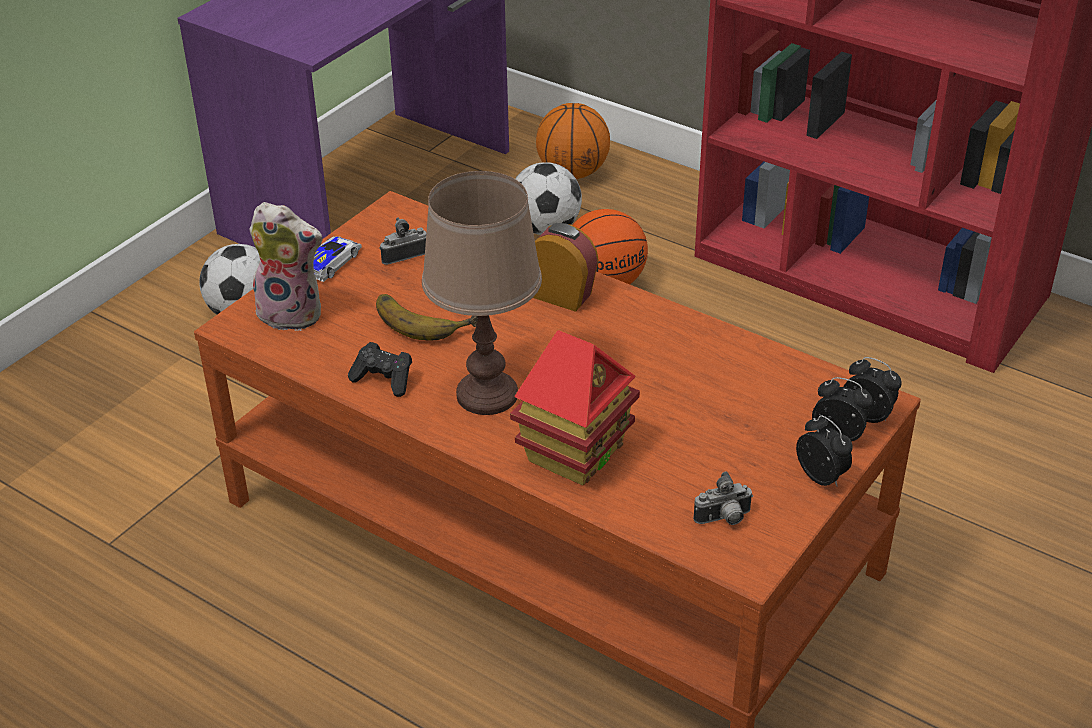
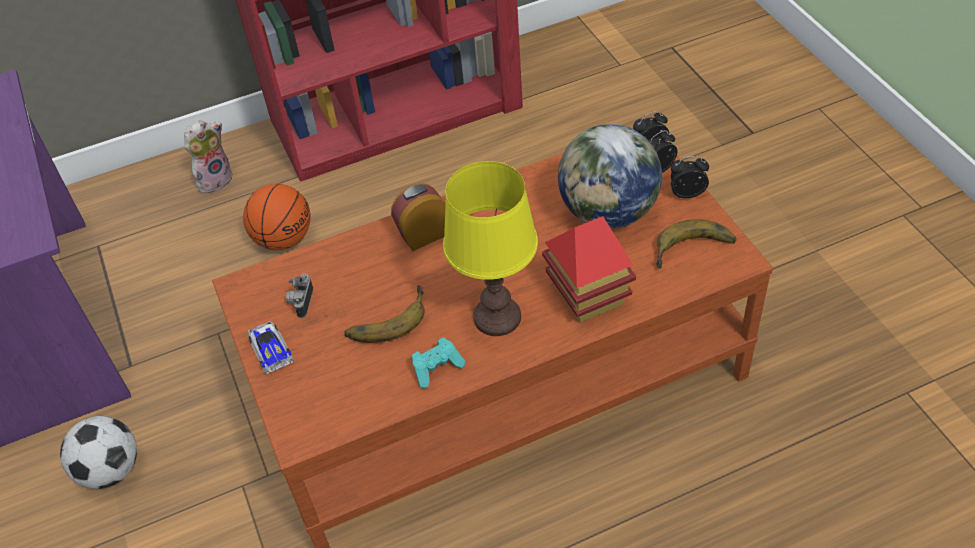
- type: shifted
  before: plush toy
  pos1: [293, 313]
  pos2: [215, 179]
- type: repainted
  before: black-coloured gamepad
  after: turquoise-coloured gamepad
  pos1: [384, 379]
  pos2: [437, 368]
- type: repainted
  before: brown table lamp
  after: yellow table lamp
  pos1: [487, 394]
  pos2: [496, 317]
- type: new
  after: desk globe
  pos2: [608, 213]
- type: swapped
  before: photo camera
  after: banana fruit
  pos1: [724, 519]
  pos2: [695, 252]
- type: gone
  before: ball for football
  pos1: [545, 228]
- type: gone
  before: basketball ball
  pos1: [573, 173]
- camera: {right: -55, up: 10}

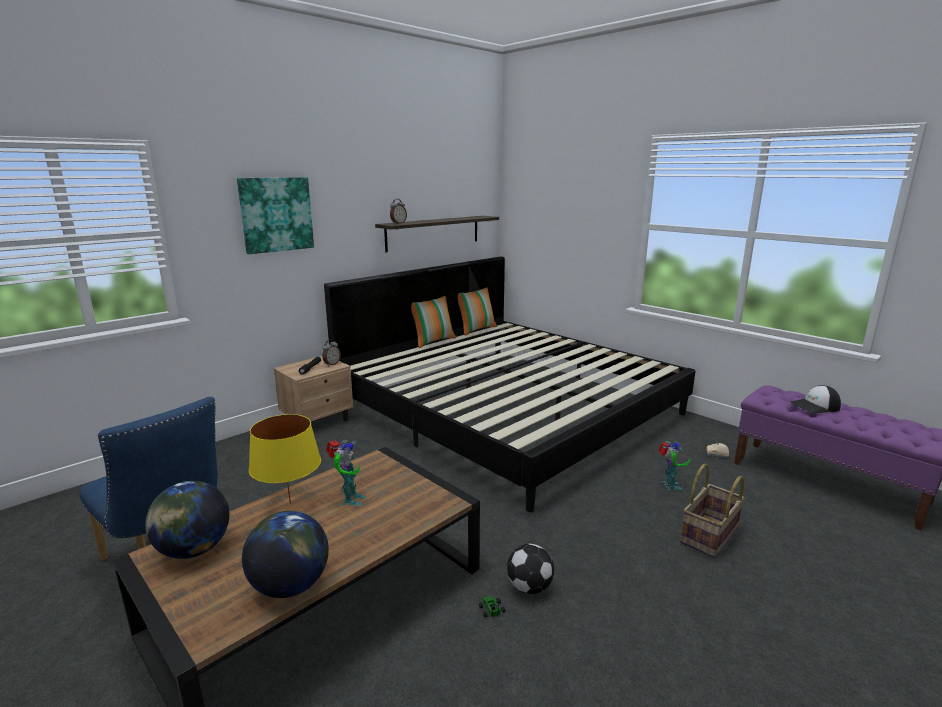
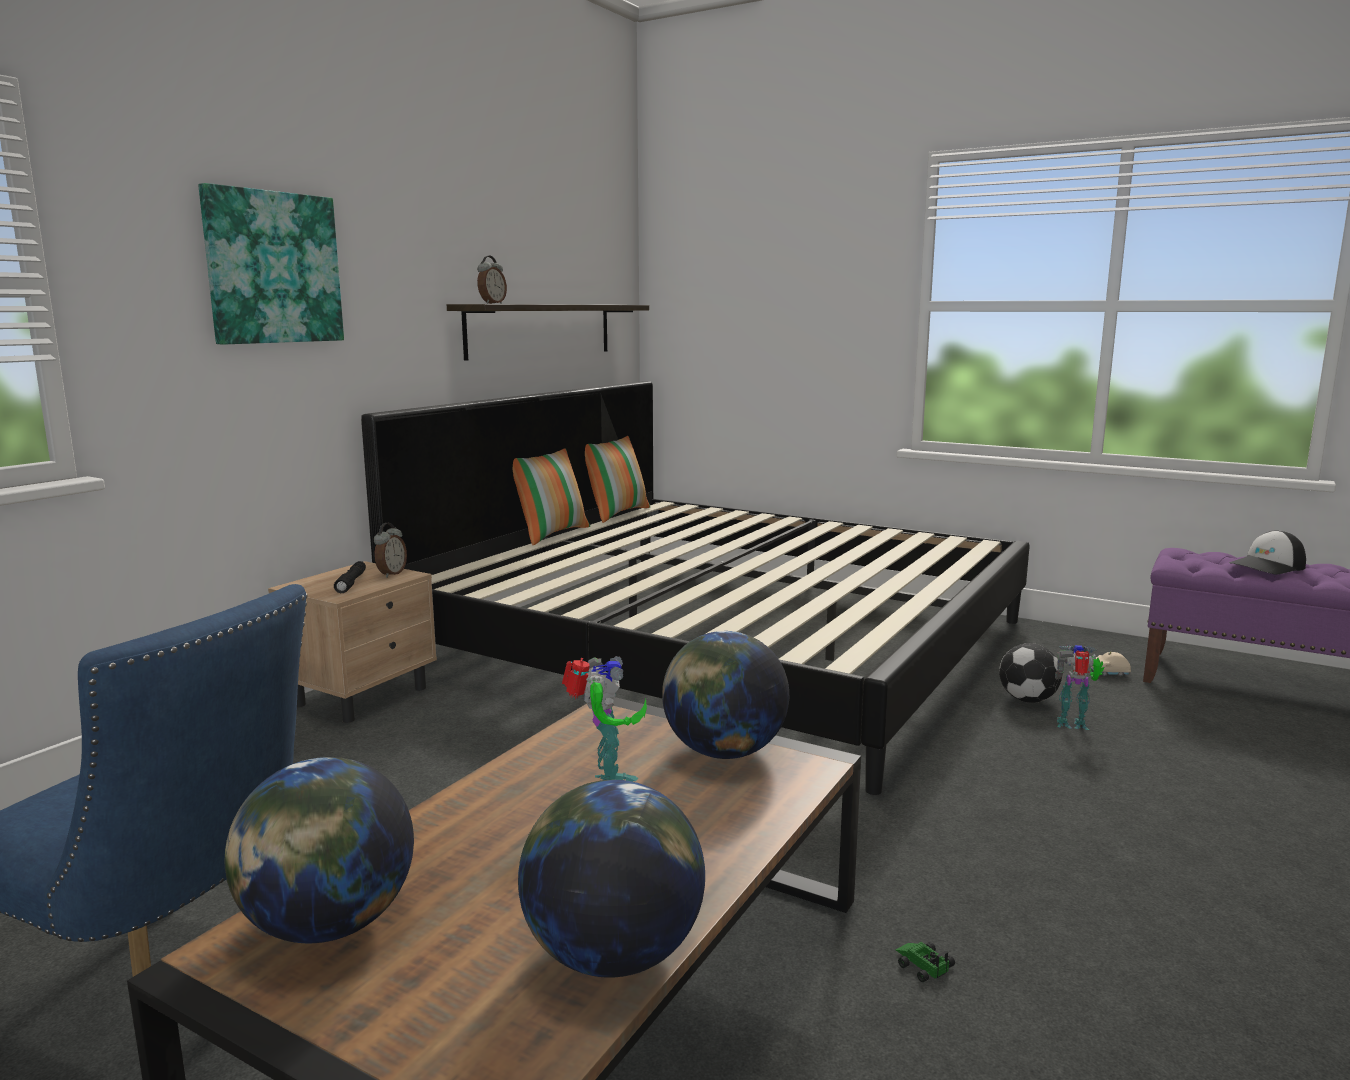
- type: new
  after: desk globe
  pos2: [723, 752]
- type: shifted
  before: ball for football
  pos1: [530, 587]
  pos2: [1028, 699]
- type: rotated
  before: model robot
  pos1: [669, 486]
  pos2: [1073, 725]
  turn: -60
- type: gone
  before: yellow table lamp
  pos1: [290, 503]
- type: gone
  before: storage basket
  pos1: [710, 536]
- camera: {right: -15, up: -5}

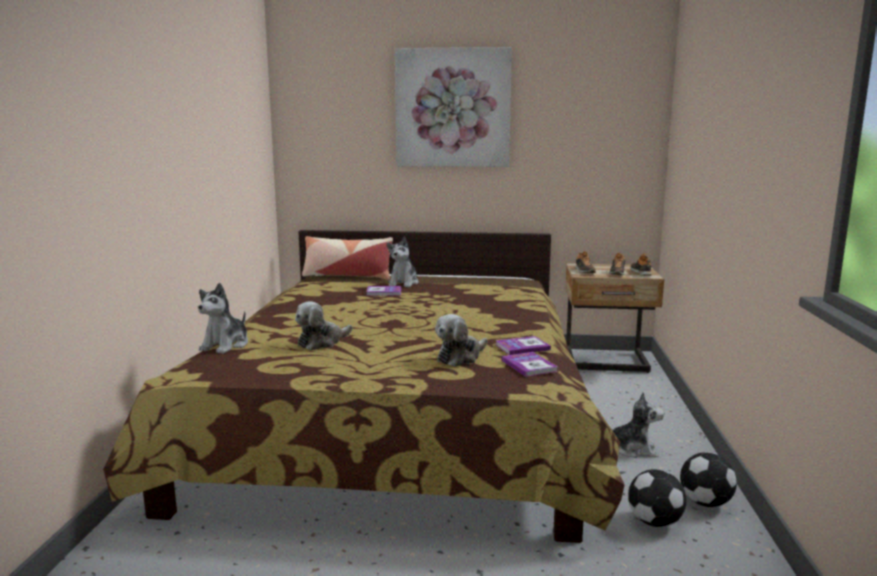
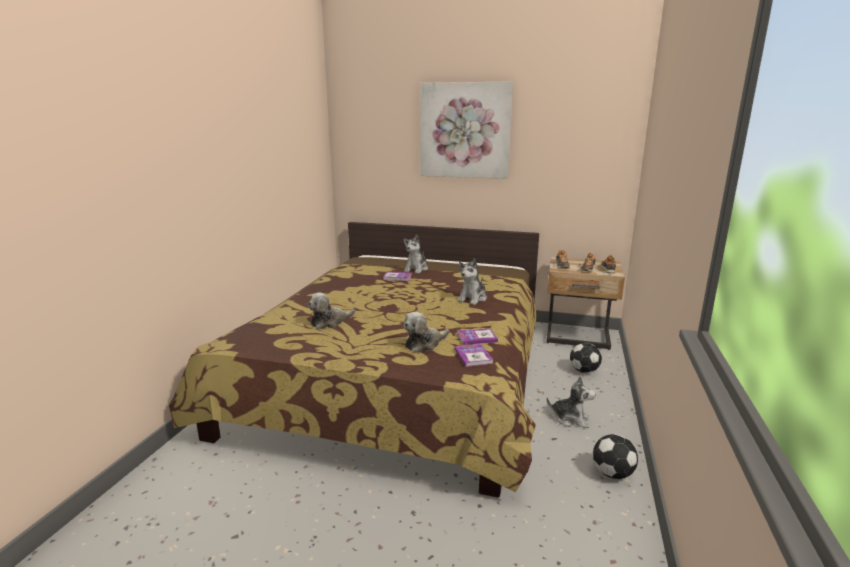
- type: shifted
  before: plush toy
  pos1: [226, 345]
  pos2: [472, 299]
- type: shifted
  before: ball for football
  pos1: [655, 522]
  pos2: [584, 371]
- type: gone
  before: cushion
  pos1: [347, 276]
- camera: {right: 10, up: 5}

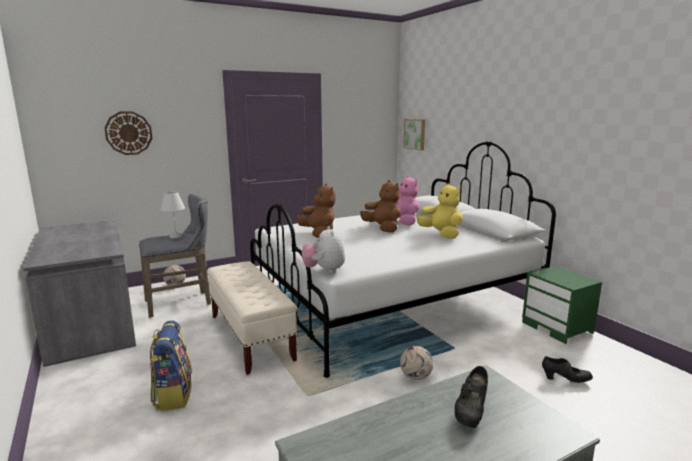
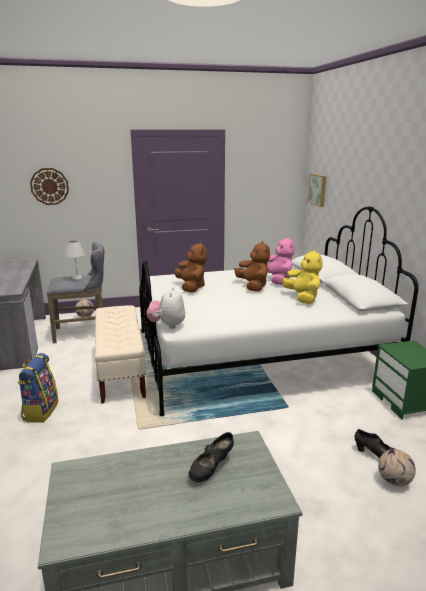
- type: shifted
  before: ball for football
  pos1: [416, 377]
  pos2: [394, 481]
- camera: {right: 15, up: 5}

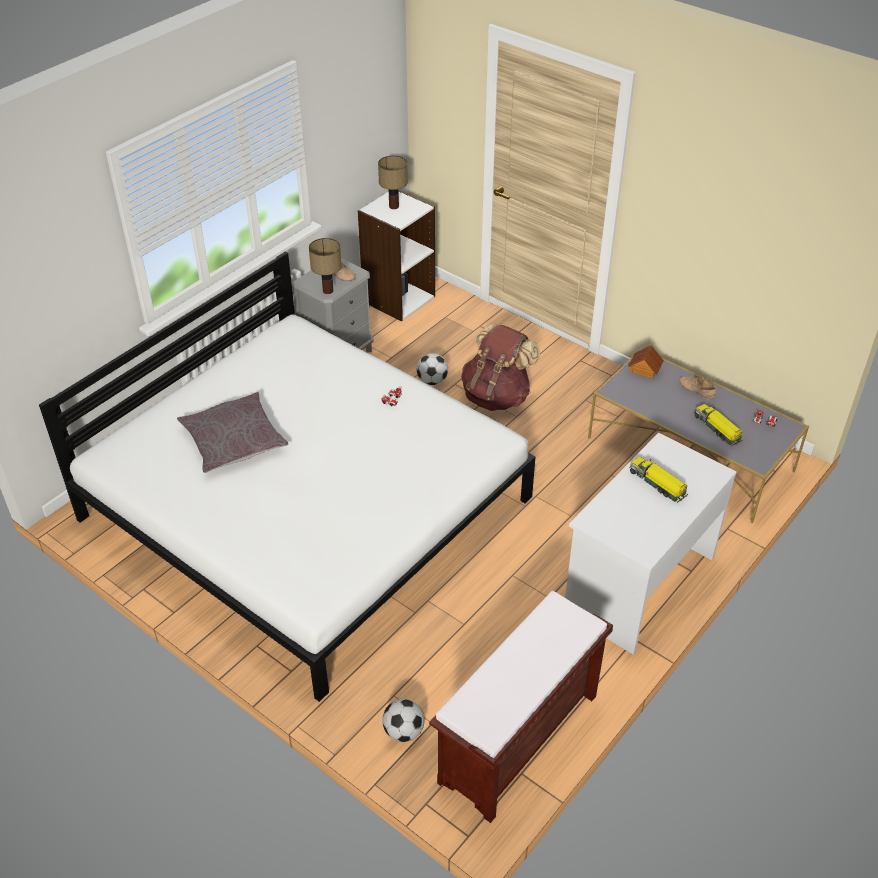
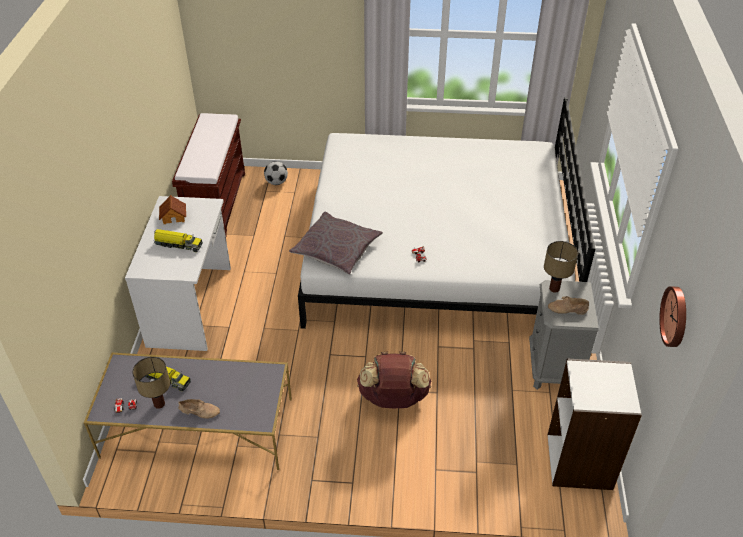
- type: shifted
  before: table lamp
  pos1: [394, 206]
  pos2: [159, 404]
- type: shifted
  before: toy house
  pos1: [644, 369]
  pos2: [174, 216]
- type: shifted
  before: greyish cushion
  pos1: [233, 441]
  pos2: [336, 249]
- type: new
  after: clock on the wall
  pos2: [676, 316]
- type: gone
  before: ball for football
  pos1: [432, 381]
- camera: {right: 145, up: 0}

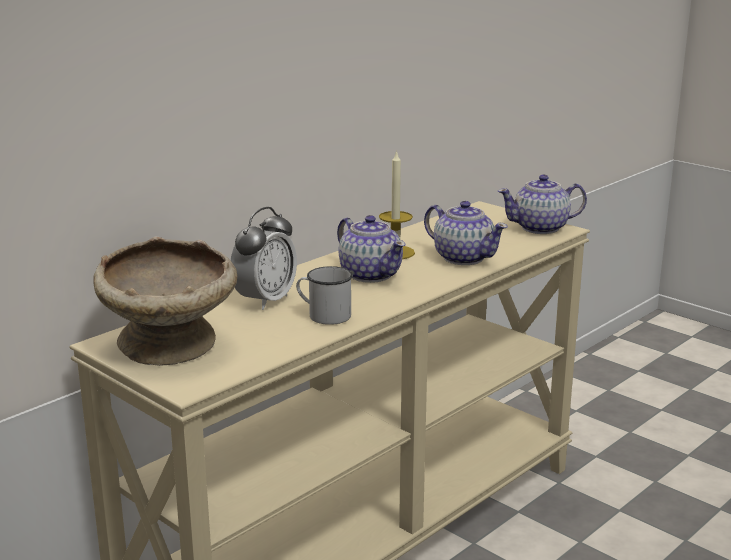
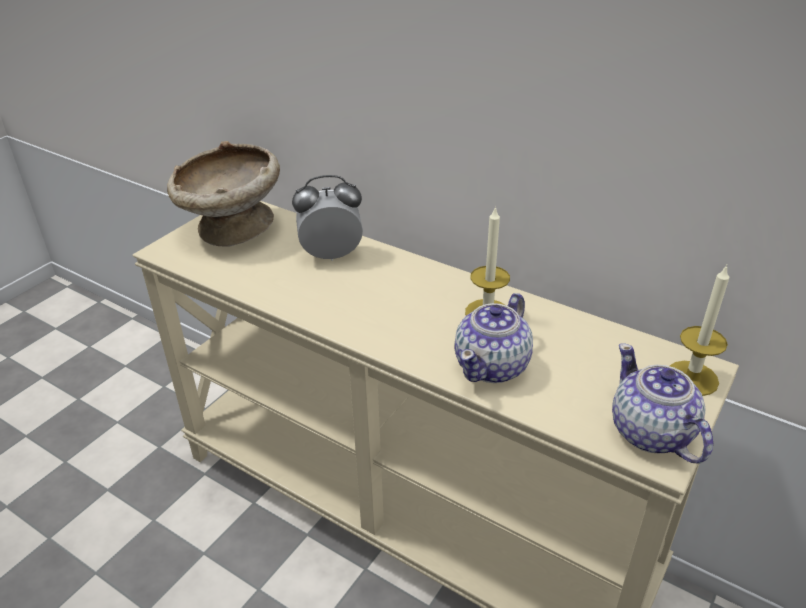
- type: rotated
  before: alarm clock
  pos1: [265, 300]
  pos2: [331, 255]
  turn: 150
- type: new
  after: wax candle
  pos2: [692, 378]
- type: gone
  before: whitish tea mug
  pos1: [323, 315]
- type: gone
  before: pot for tea
  pos1: [370, 274]
- camera: {right: 80, up: 15}

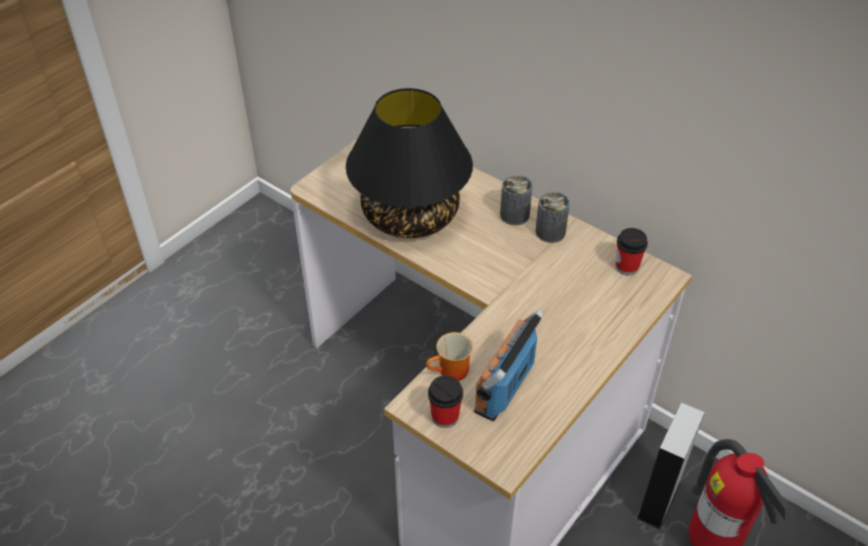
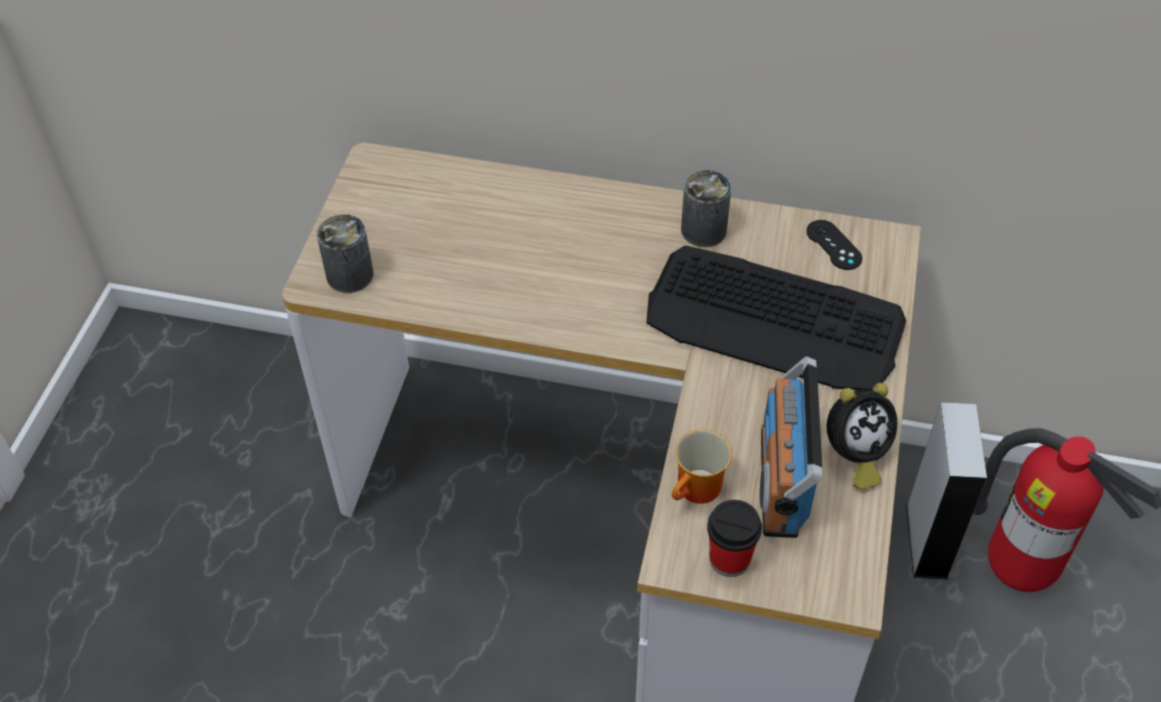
- type: shifted
  before: metal can
  pos1: [514, 215]
  pos2: [350, 275]
- type: new
  after: computer keyboard
  pos2: [774, 321]
- type: swapped
  before: cup
  after: black-coloured gamepad
  pos1: [626, 267]
  pos2: [833, 245]
- type: new
  after: alarm clock
  pos2: [854, 456]
- type: gone
  before: black-coloured table lamp
  pos1: [410, 216]
- camera: {right: -25, up: 5}

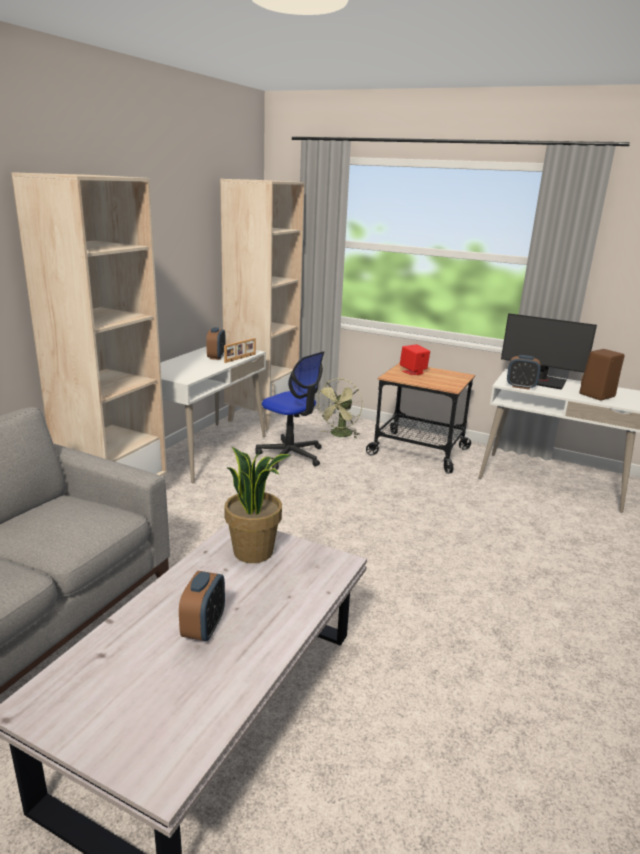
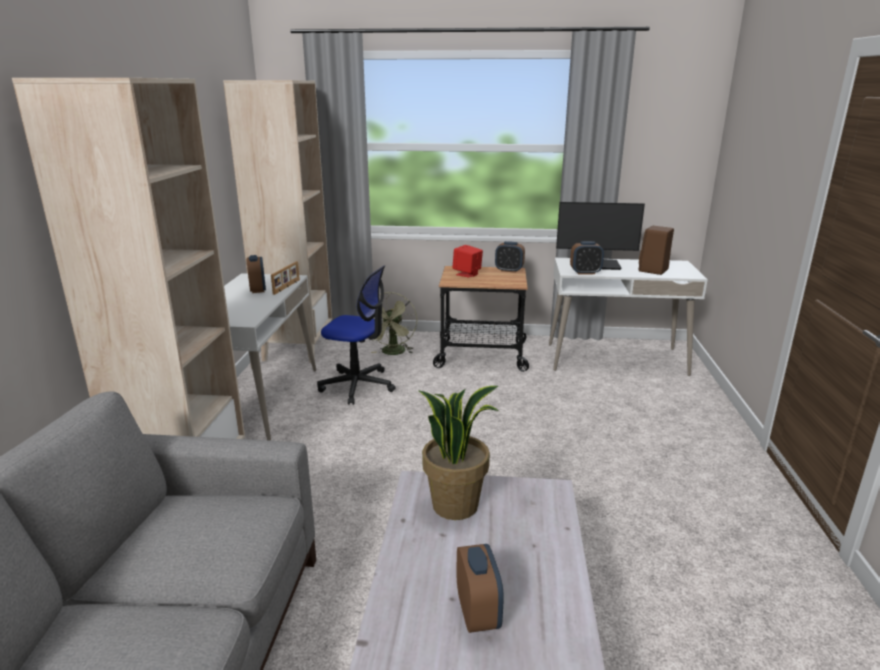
- type: new
  after: alarm clock
  pos2: [509, 270]
- camera: {right: -20, up: 0}

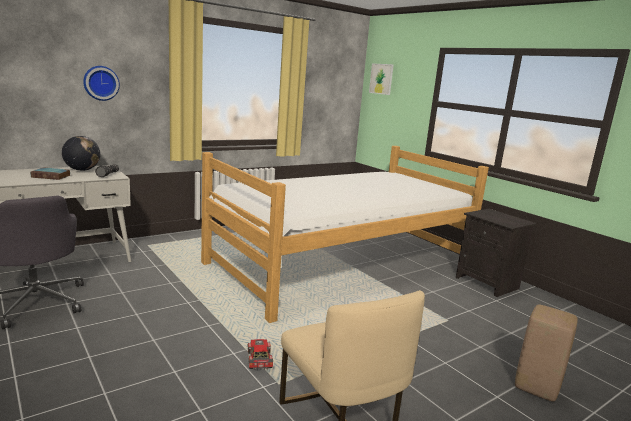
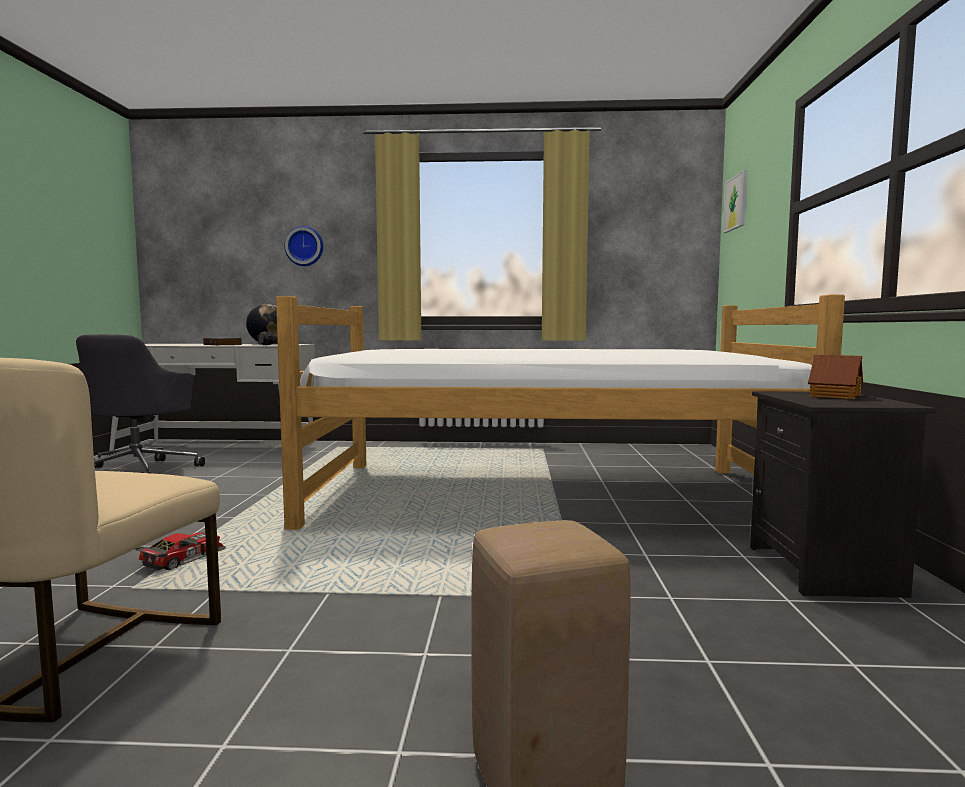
- type: new
  after: toy house
  pos2: [834, 395]
- camera: {right: 40, up: -10}

